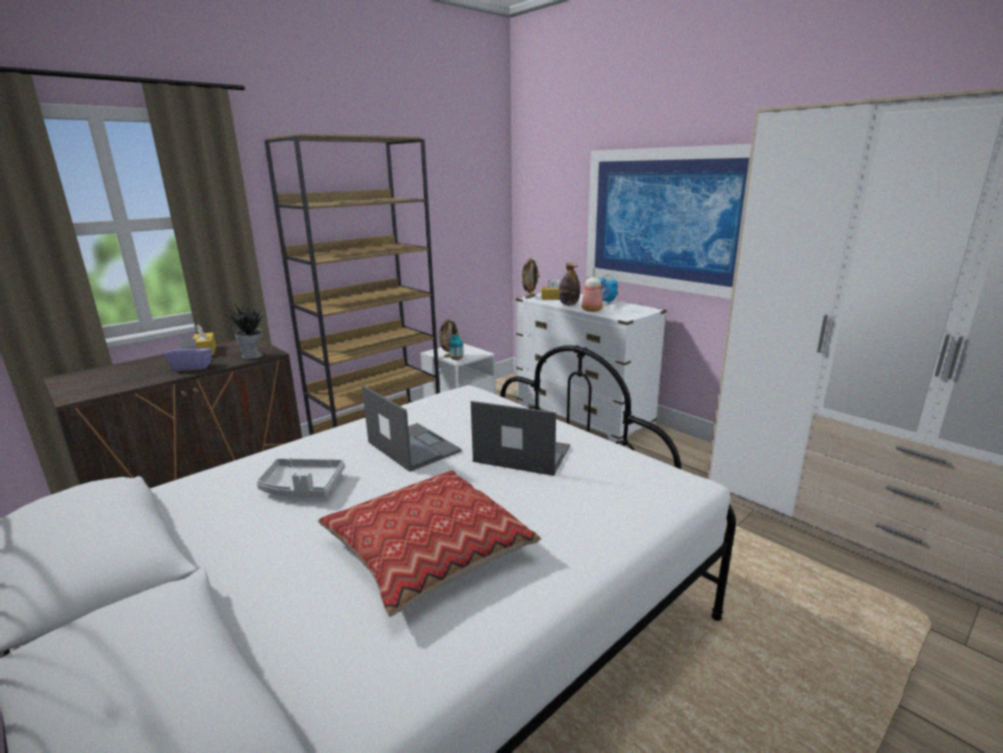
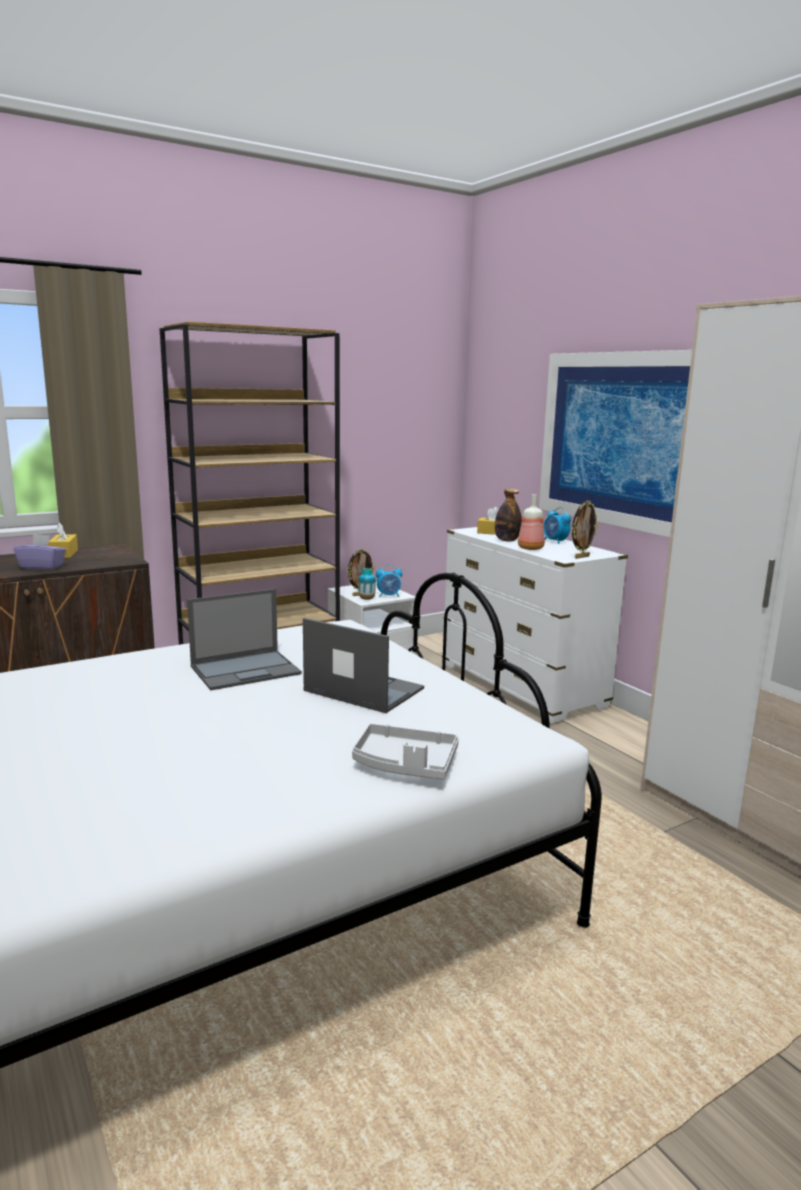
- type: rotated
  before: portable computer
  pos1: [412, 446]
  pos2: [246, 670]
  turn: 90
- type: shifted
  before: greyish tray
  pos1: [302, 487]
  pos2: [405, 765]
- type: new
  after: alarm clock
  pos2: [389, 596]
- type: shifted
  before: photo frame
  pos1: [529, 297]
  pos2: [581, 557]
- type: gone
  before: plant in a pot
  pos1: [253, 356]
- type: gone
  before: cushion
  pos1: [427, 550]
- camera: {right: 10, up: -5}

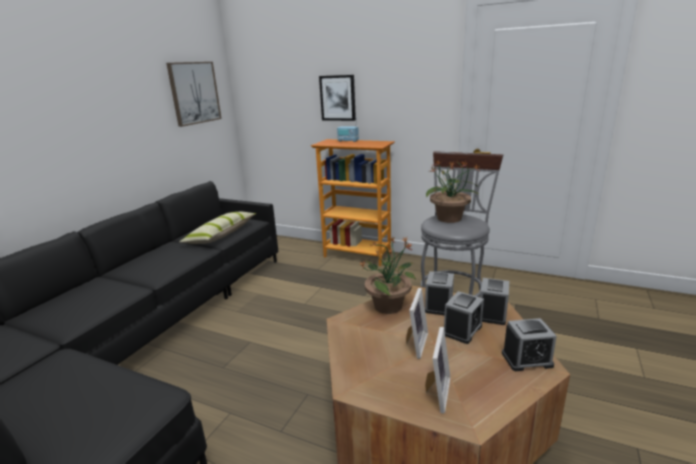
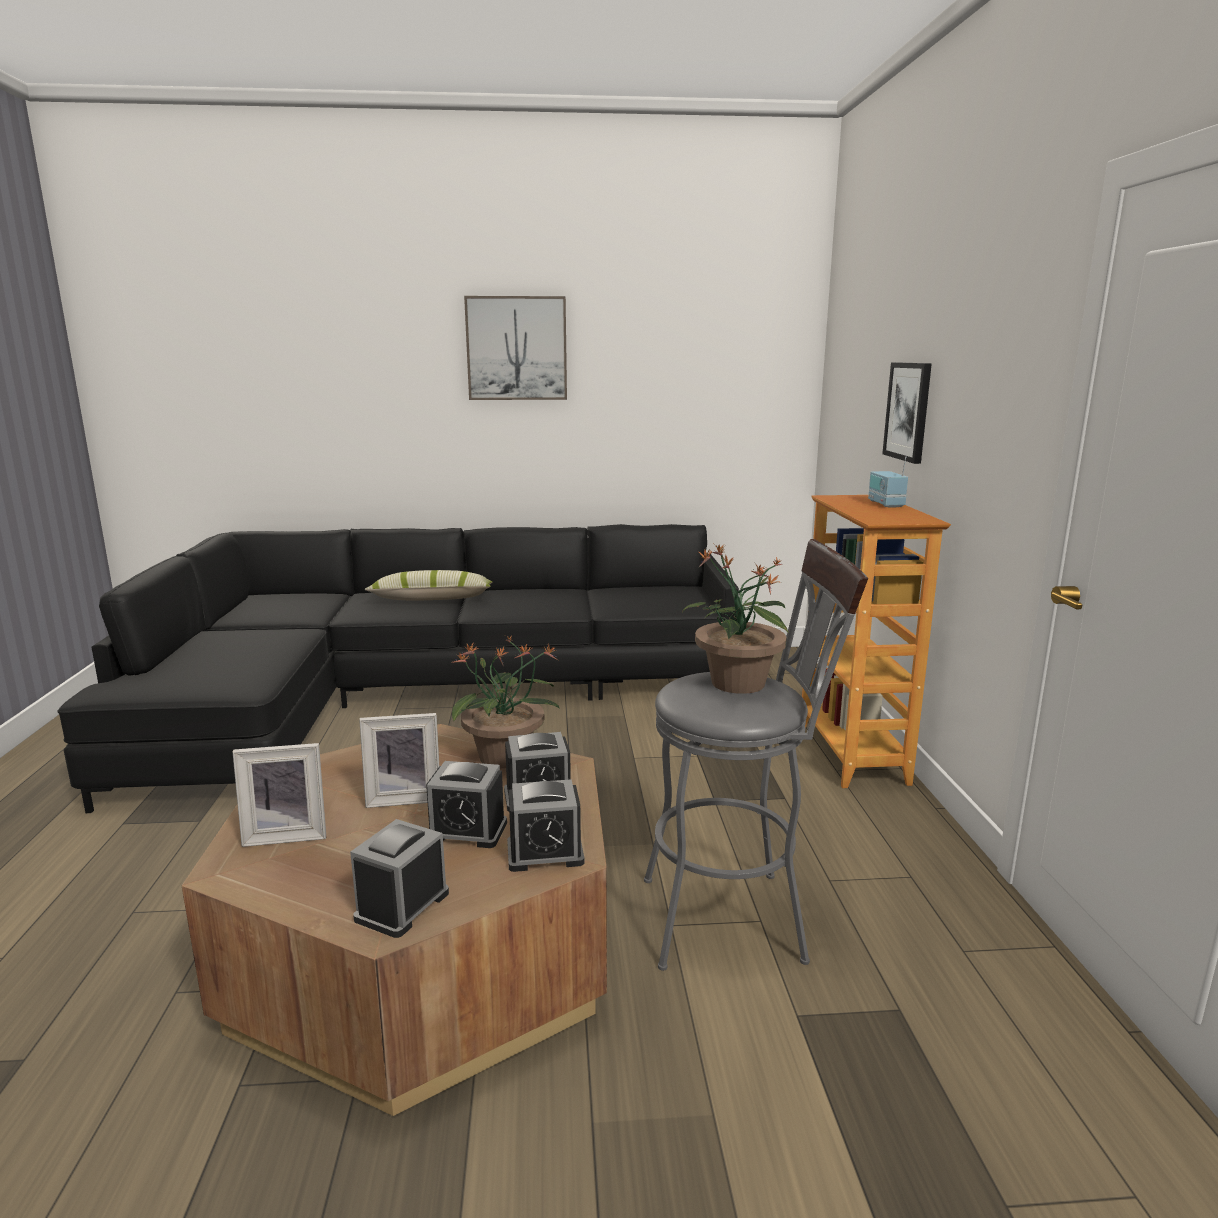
- type: rotated
  before: alarm clock
  pos1: [527, 359]
  pos2: [402, 906]
  turn: 60
- type: shifted
  before: cushion
  pos1: [221, 235]
  pos2: [432, 599]
- type: shifted
  before: wall picture
  pos1: [194, 93]
  pos2: [516, 348]
- camera: {right: 60, up: -5}

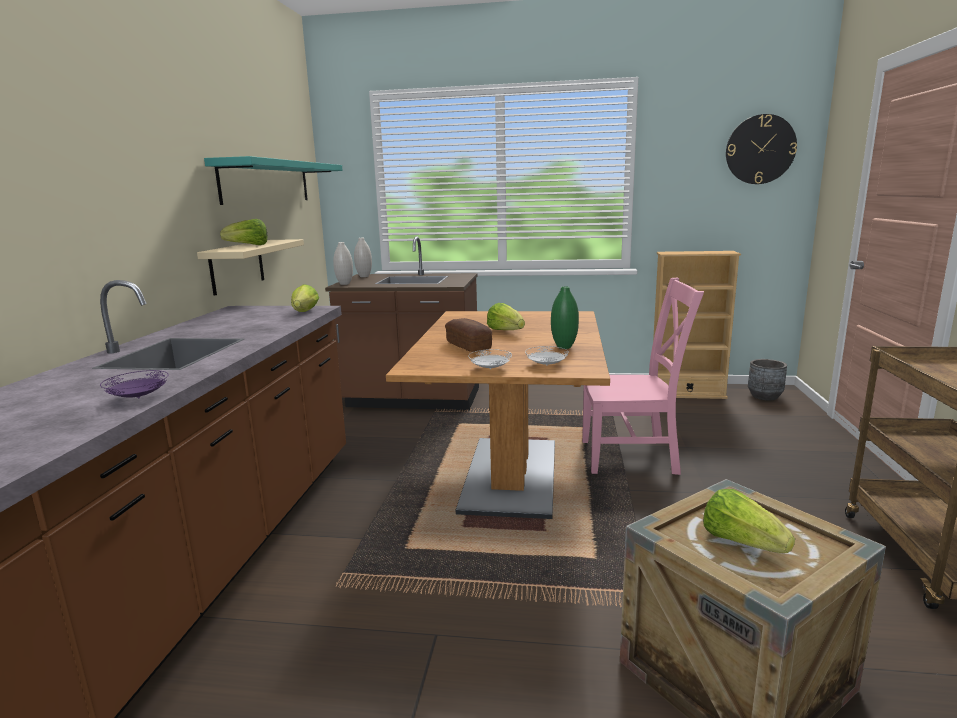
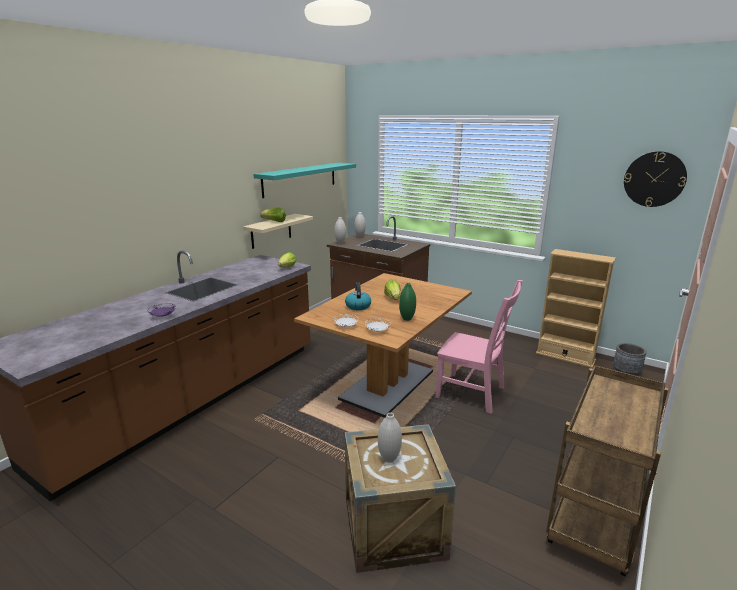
- type: swapped
  before: baked bread
  after: tea kettle
  pos1: [468, 346]
  pos2: [358, 306]
- type: swapped
  before: lettuce
  after: whitish flower vase
  pos1: [741, 542]
  pos2: [389, 458]
- camera: {right: 25, up: 5}

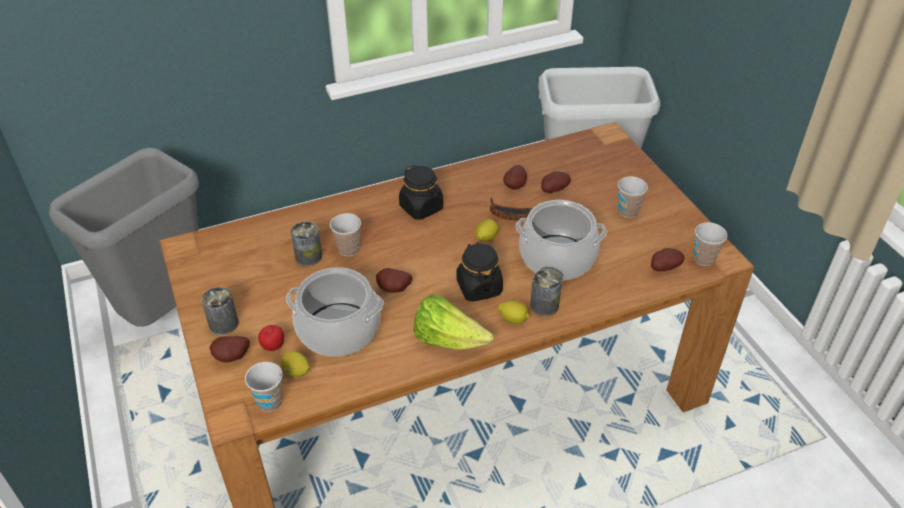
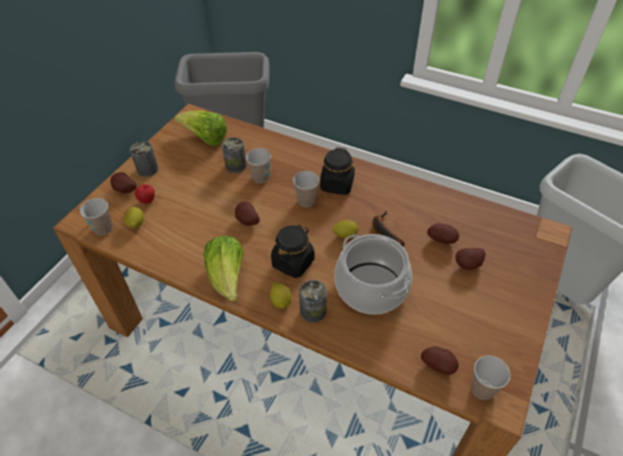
- type: new
  after: lettuce
  pos2: [205, 139]
- type: shifted
  before: cup
  pos1: [627, 211]
  pos2: [306, 201]
- type: shifted
  before: potato
  pos1: [516, 186]
  pos2: [468, 265]
- type: gone
  before: stockpot
  pos1: [339, 329]
- camera: {right: 50, up: 5}

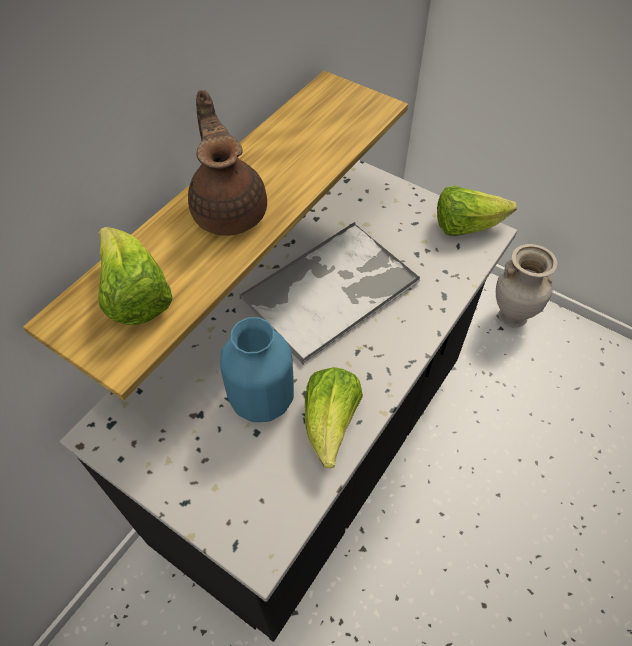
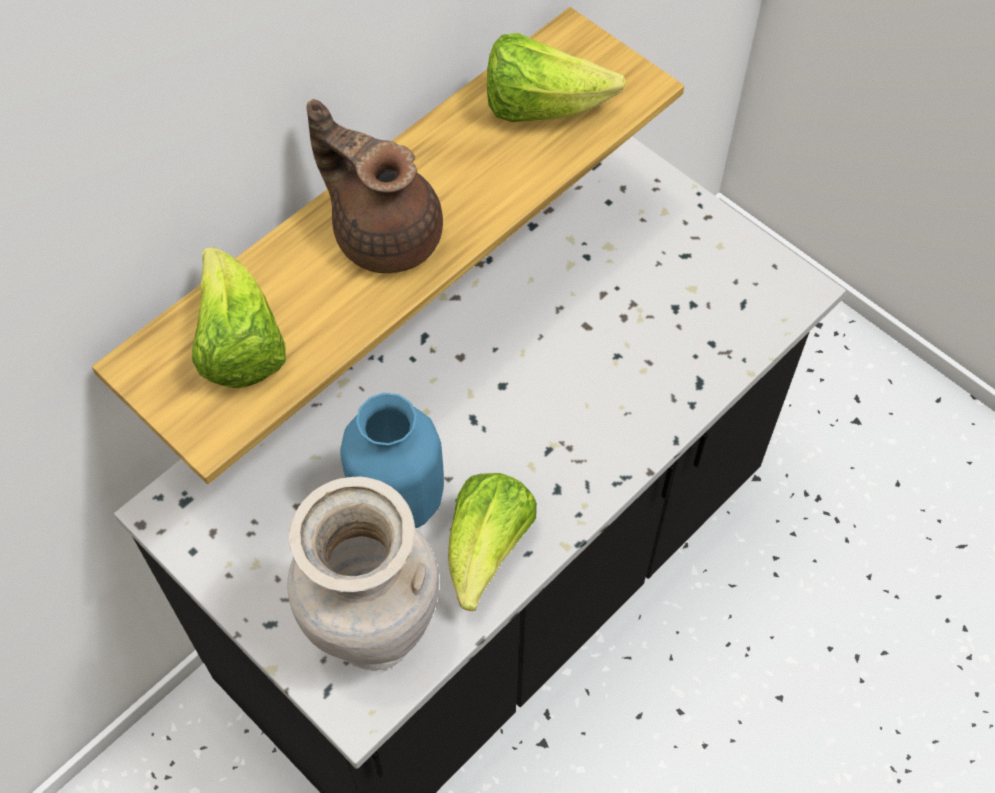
- type: shifted
  before: beige-coloured flower vase
  pos1: [511, 316]
  pos2: [375, 632]
- type: rotated
  before: brown pot for tea
  pos1: [230, 210]
  pos2: [384, 233]
  turn: -45
- type: shifted
  before: lettuce
  pos1: [466, 226]
  pos2: [541, 107]
- type: gone
  before: tray
  pos1: [331, 289]
- camera: {right: 10, up: 5}

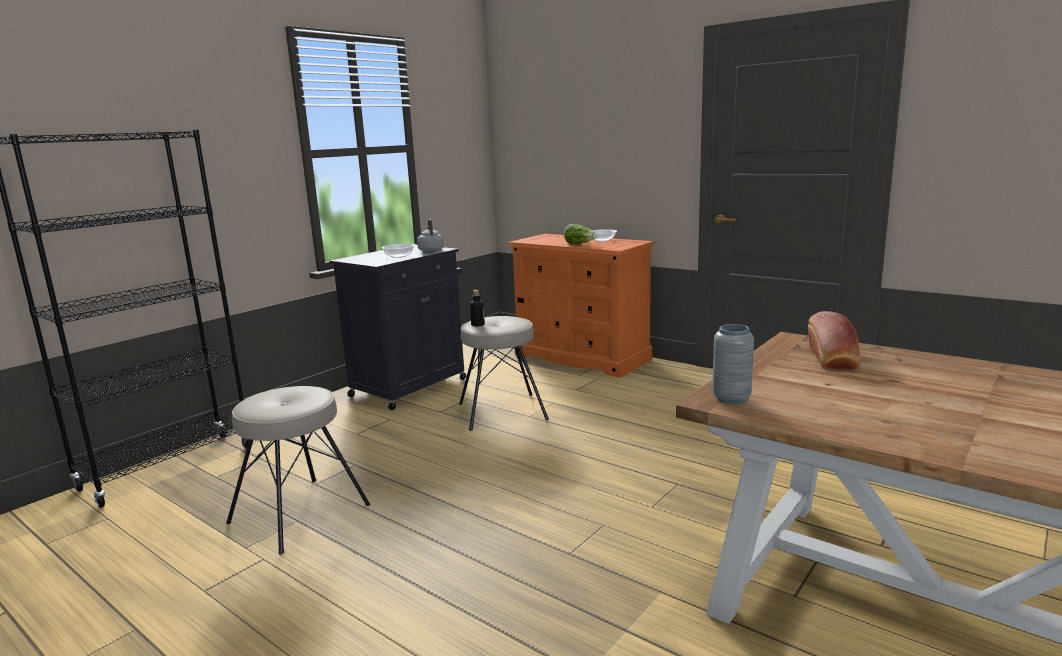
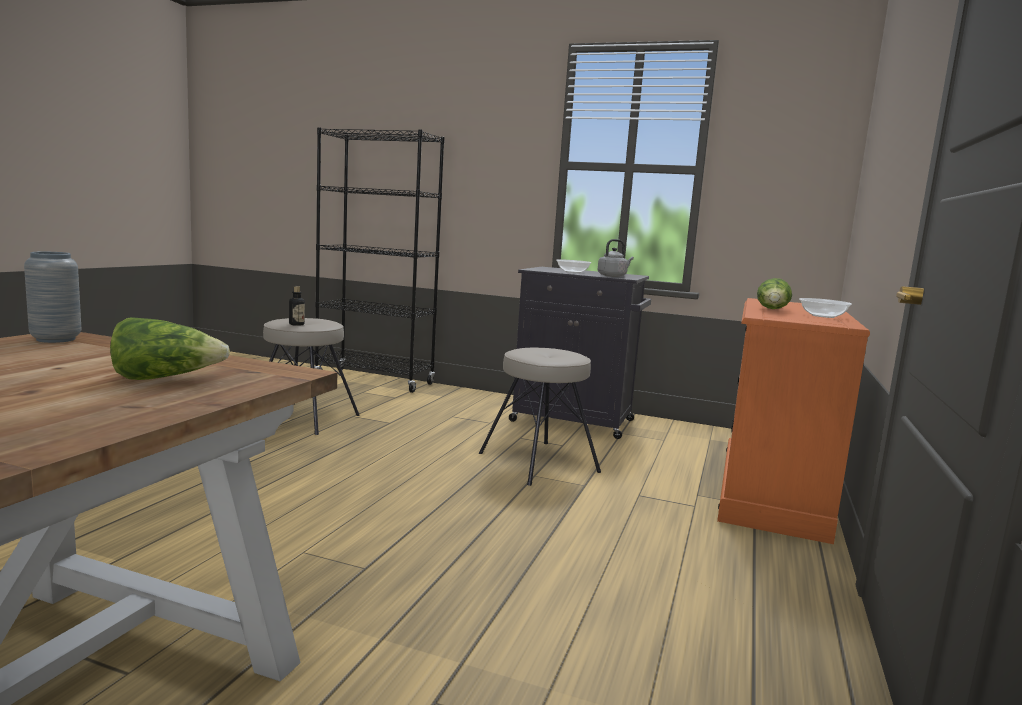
- type: swapped
  before: baked bread
  after: lettuce
  pos1: [833, 359]
  pos2: [166, 378]
- type: shifted
  before: beverage bottle
  pos1: [478, 325]
  pos2: [296, 324]
- camera: {right: 70, up: -5}

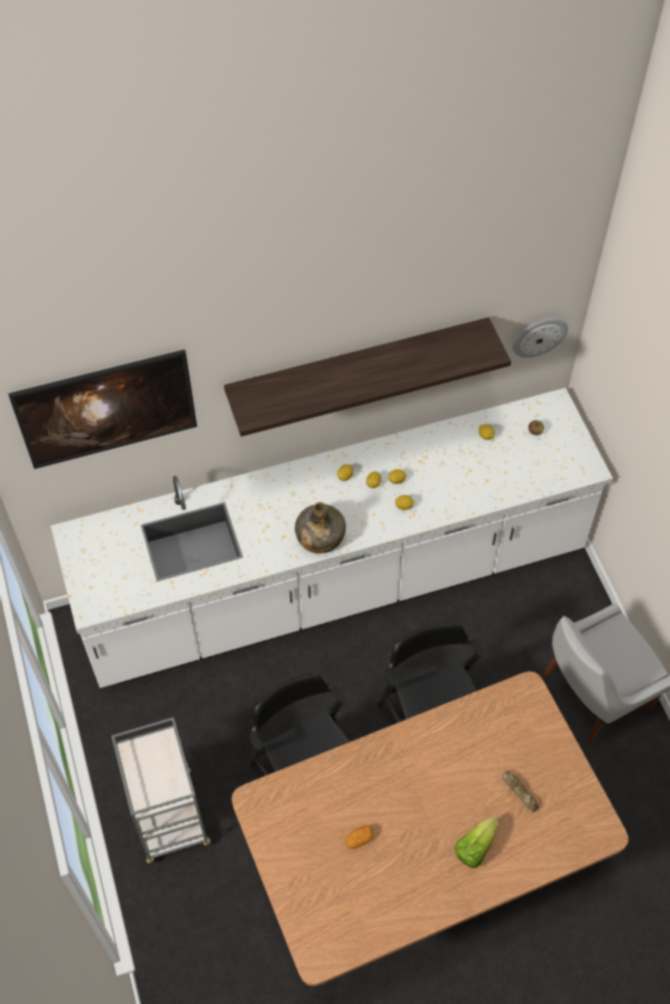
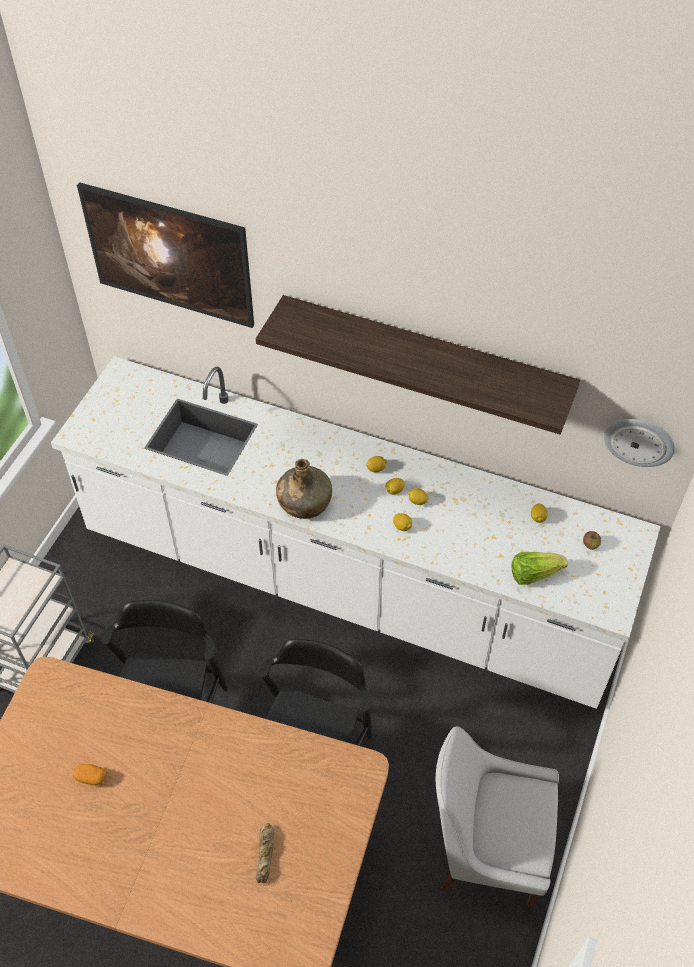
- type: shifted
  before: lettuce
  pos1: [475, 847]
  pos2: [533, 574]
- camera: {right: 40, up: -5}

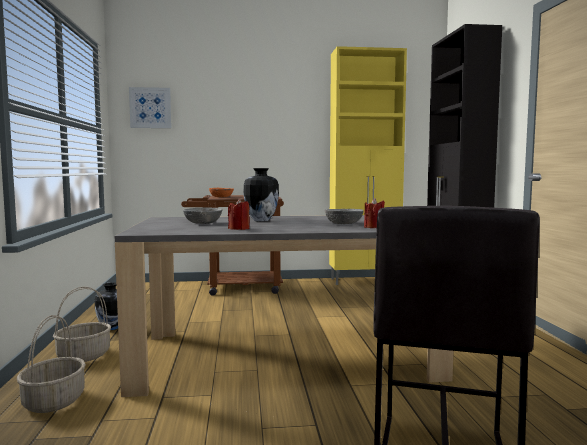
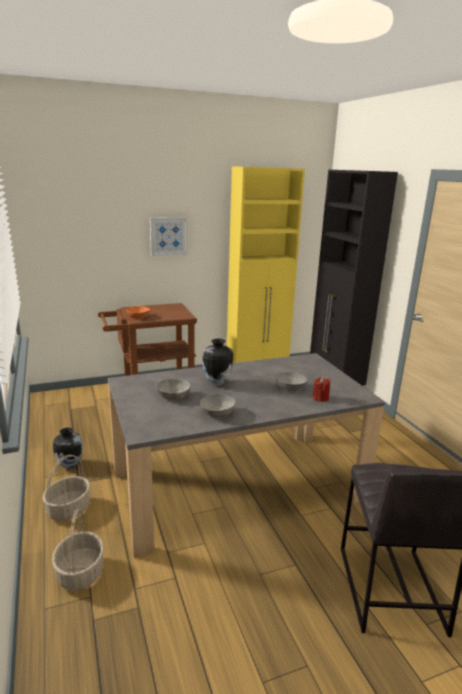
- type: shifted
  before: wall picture
  pos1: [150, 108]
  pos2: [168, 236]
- type: swapped
  before: red-coloured wax candle
  after: greyish deep dish
  pos1: [239, 229]
  pos2: [218, 413]
- camera: {right: -15, up: 15}

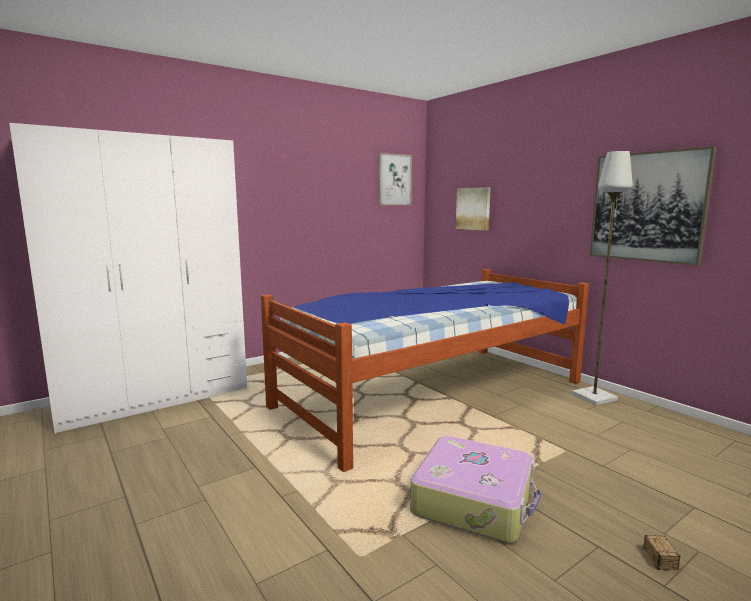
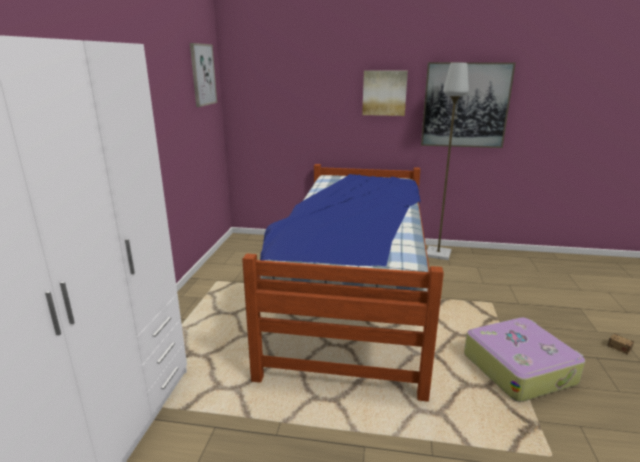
- type: shifted
  before: wall picture
  pos1: [473, 208]
  pos2: [384, 93]
- camera: {right: -45, up: 10}

